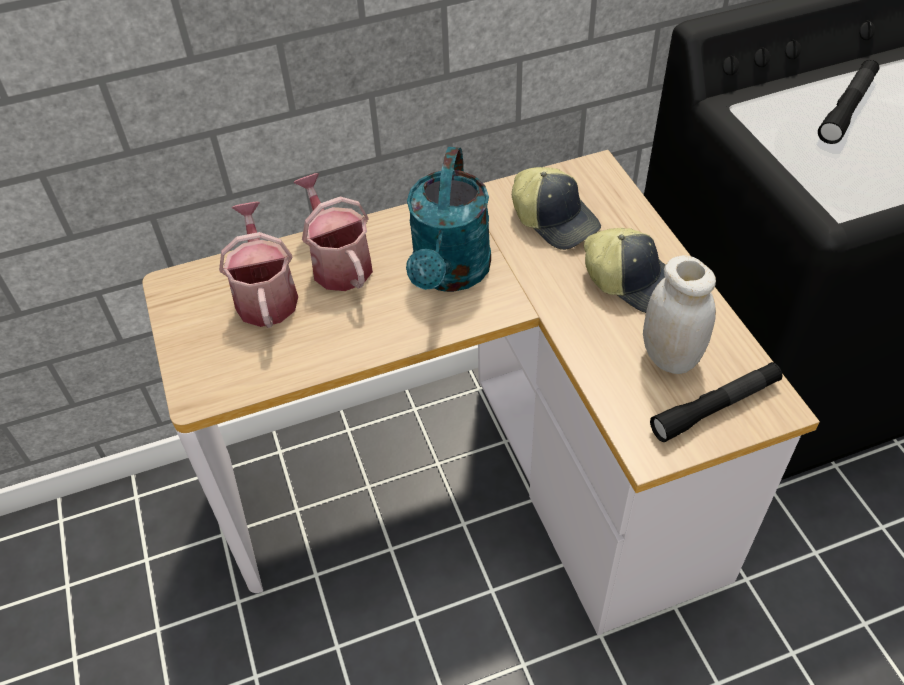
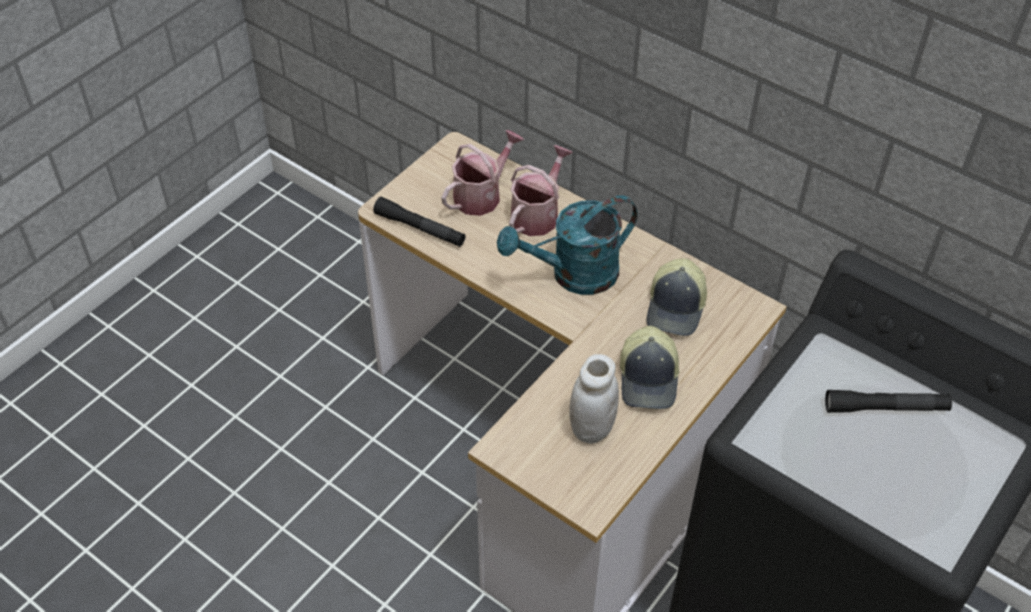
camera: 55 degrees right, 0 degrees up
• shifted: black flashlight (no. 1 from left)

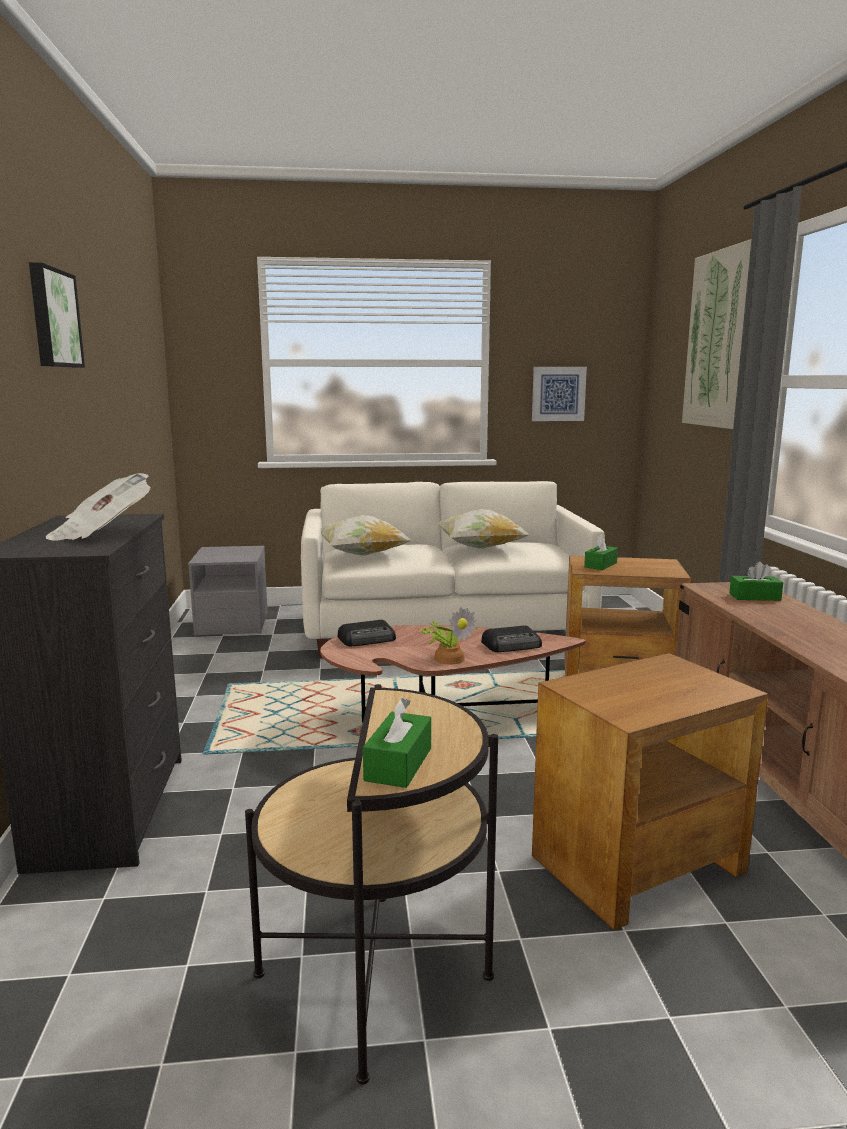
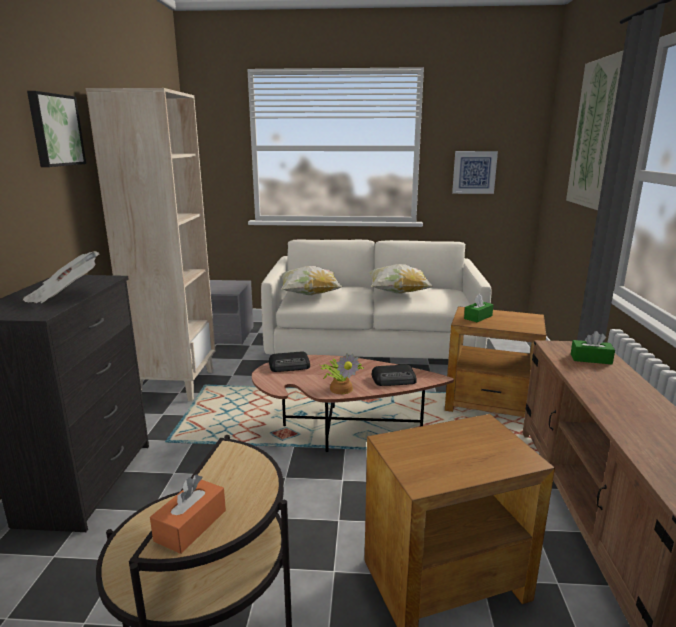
camera: 10 degrees right, 5 degrees up
• repainted: green tissue box (no. 1 from left) to orange tissue box
• new: beige bookcase

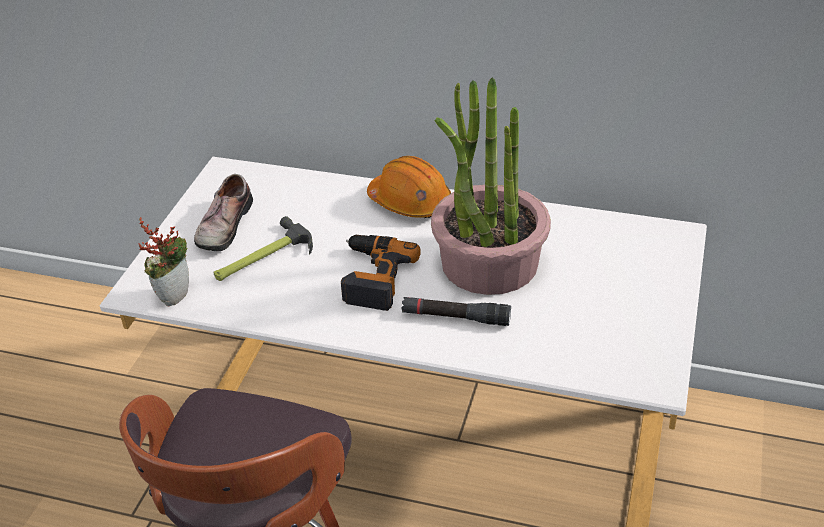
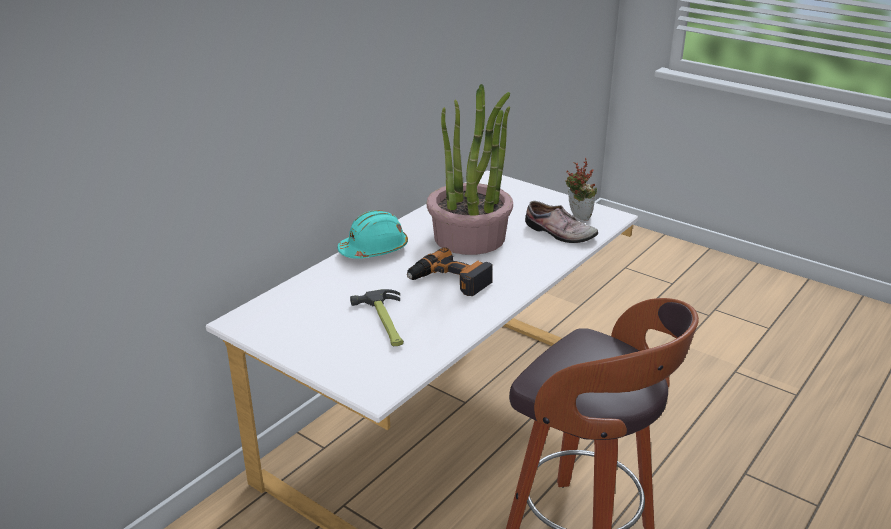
camera: 70 degrees left, 10 degrees down
• repainted: orange hard hat to turquoise hard hat
• shifted: shoe
• shifted: potted plant (no. 1 from left in the first image) to potted plant (no. 2 from left)
• gone: black flashlight

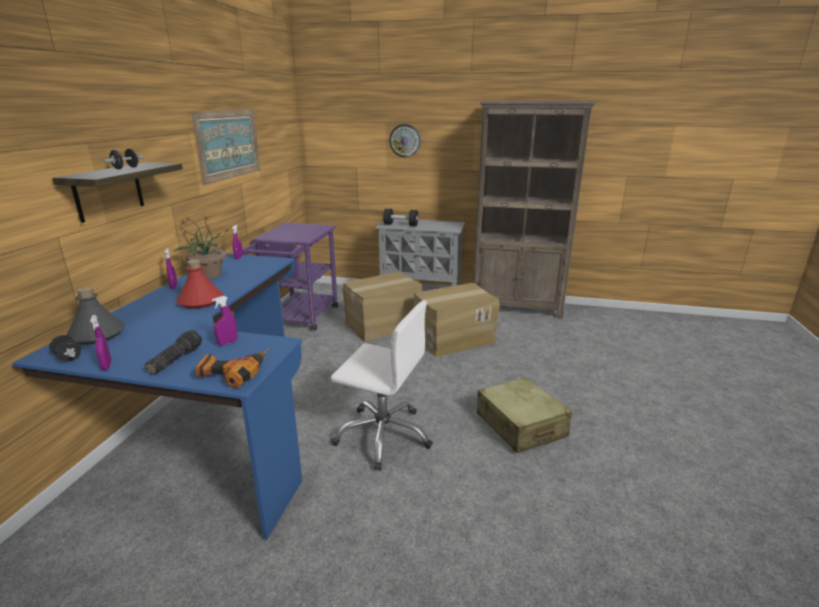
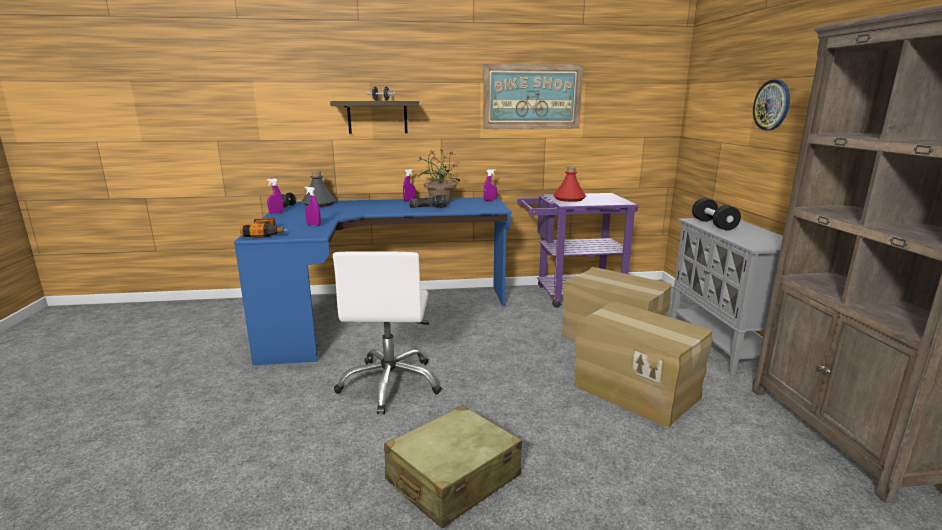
camera: 70 degrees right, 5 degrees down
• shifted: red bottle
• shifted: flashlight

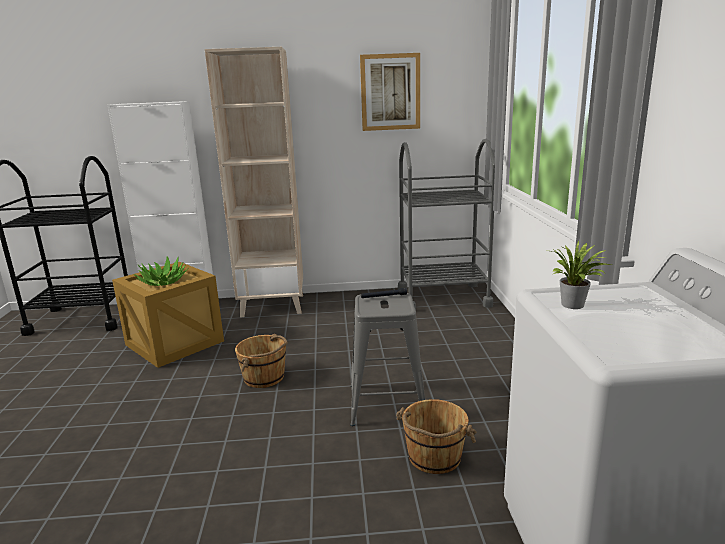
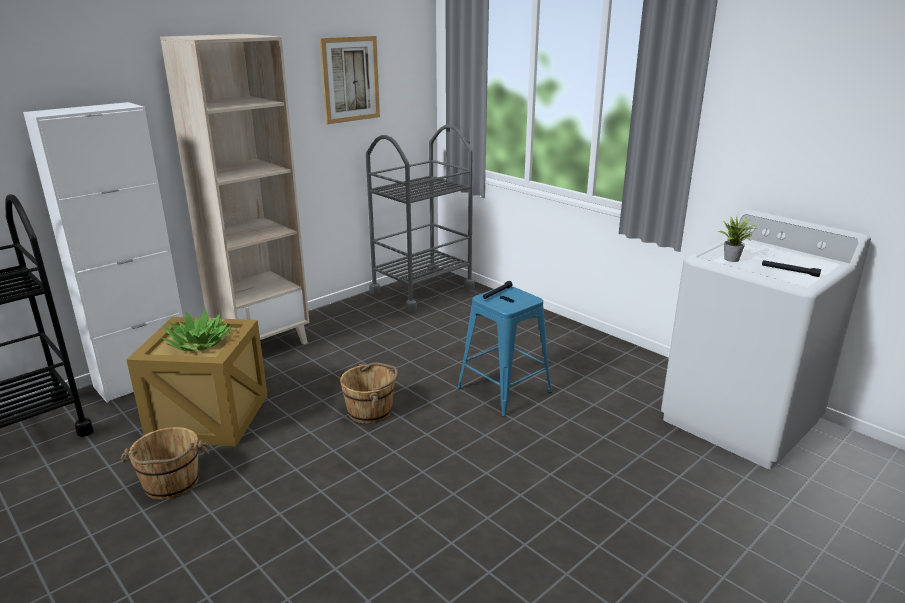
camera: 40 degrees left, 5 degrees up
• repainted: grey stool to blue stool
• shifted: brown bucket (no. 2 from left in the first image) to brown bucket (no. 1 from left)
• new: black flashlight (no. 2 from left)

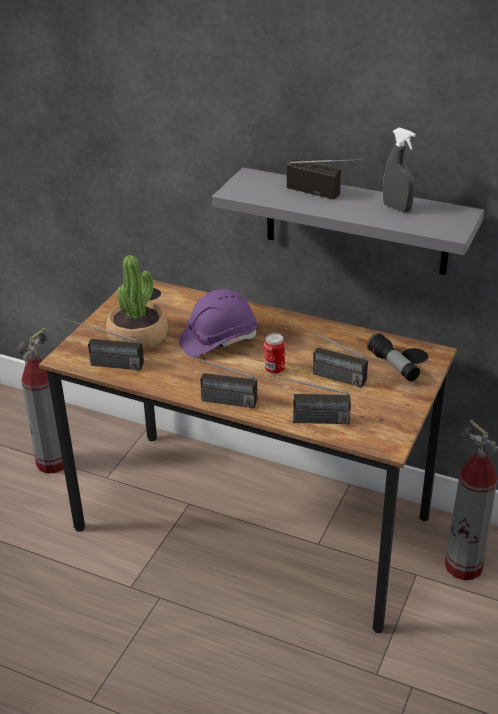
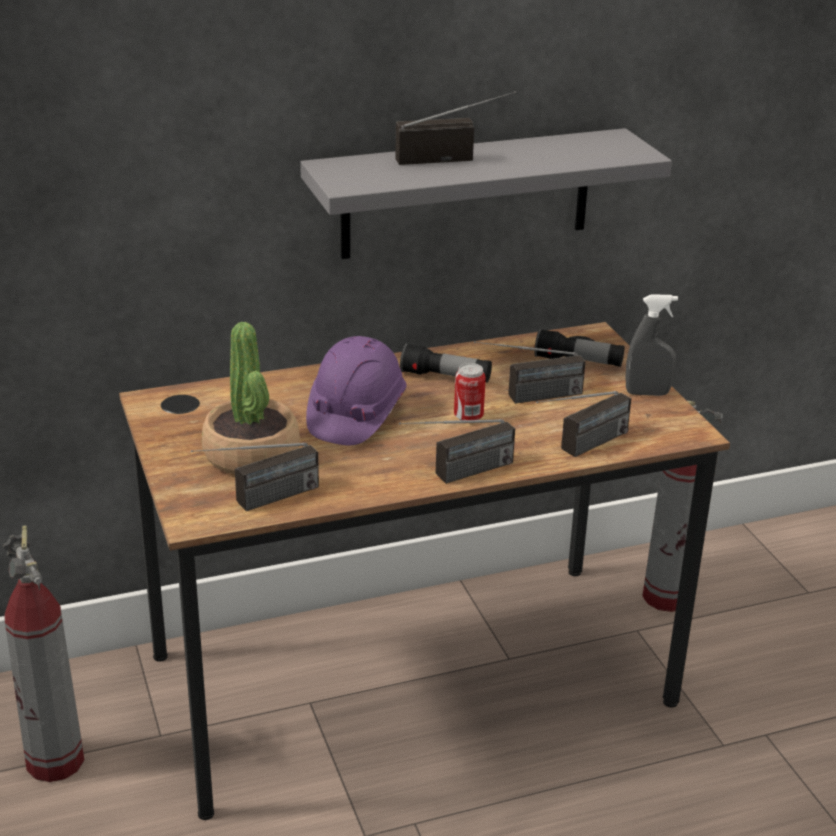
camera: 45 degrees left, 5 degrees down
• shifted: grey spray bottle
• new: flashlight (no. 1 from left)

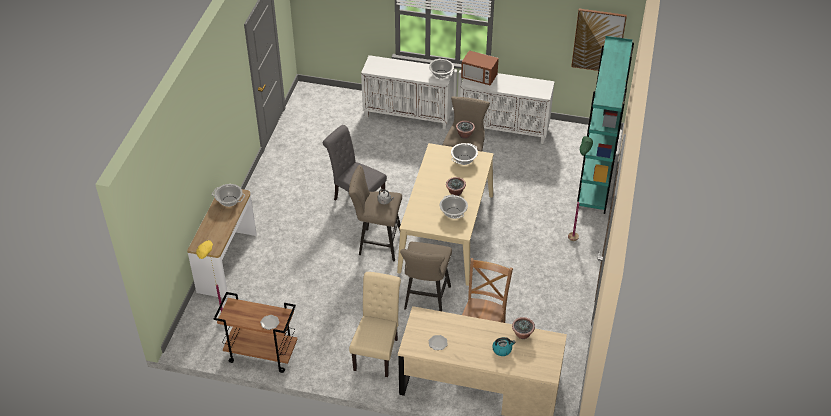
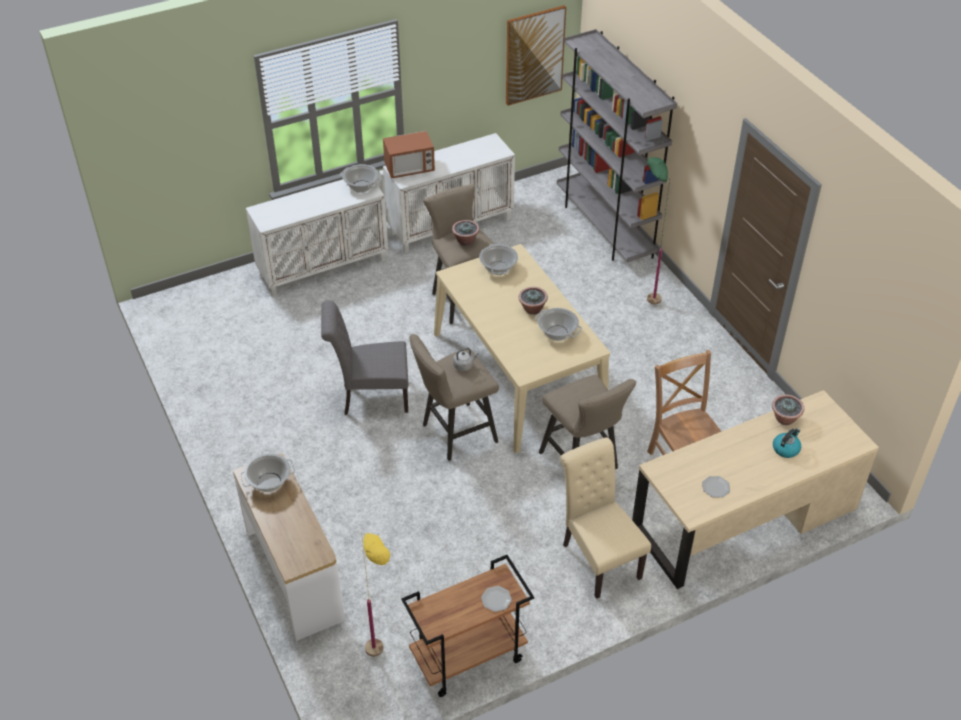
camera: 40 degrees left, 0 degrees up
• repainted: turquoise bookcase to grey bookcase

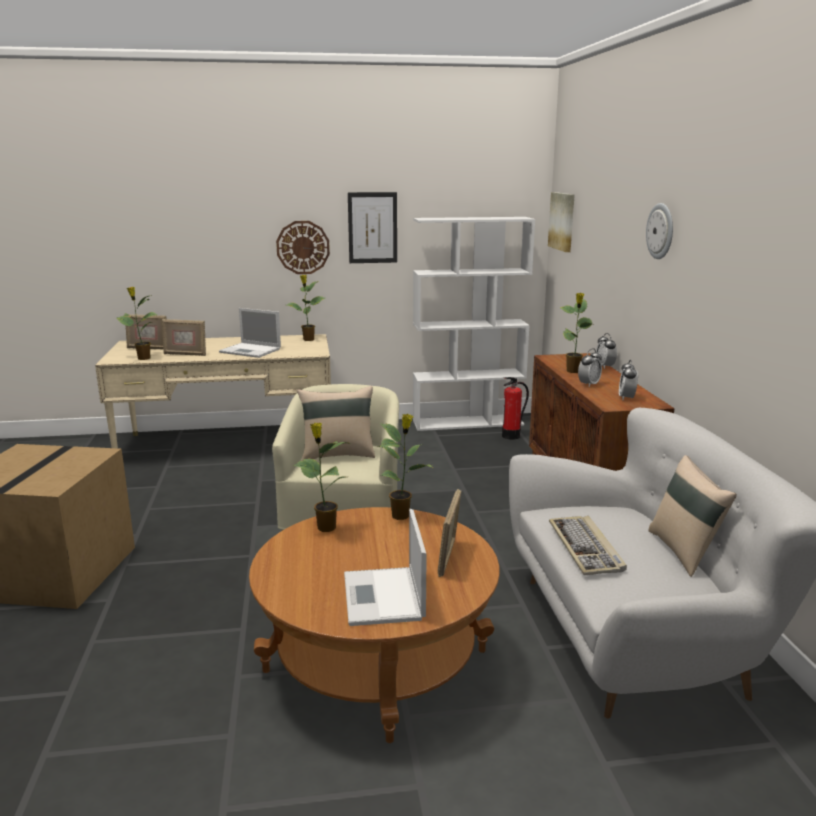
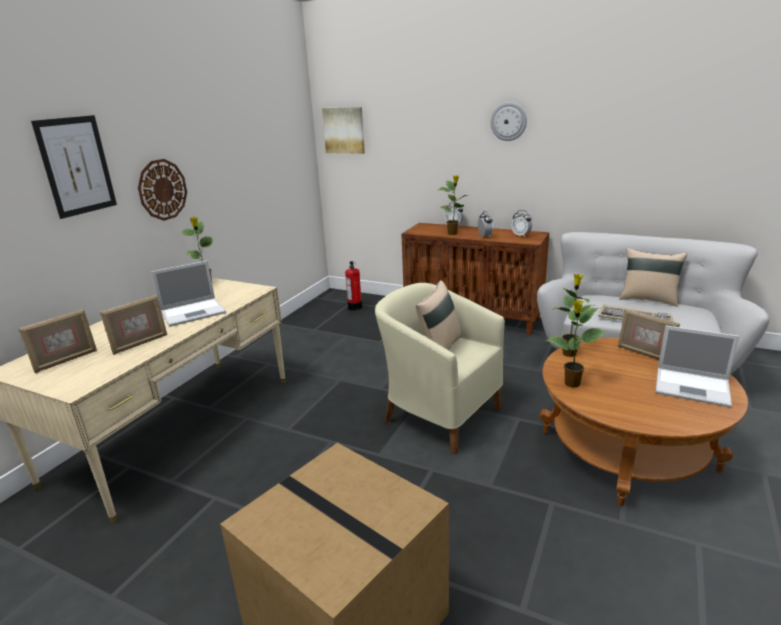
camera: 55 degrees left, 5 degrees up
• shifted: picture (no. 1 from left)
• gone: white bookcase
• gone: potted plant (no. 1 from left)

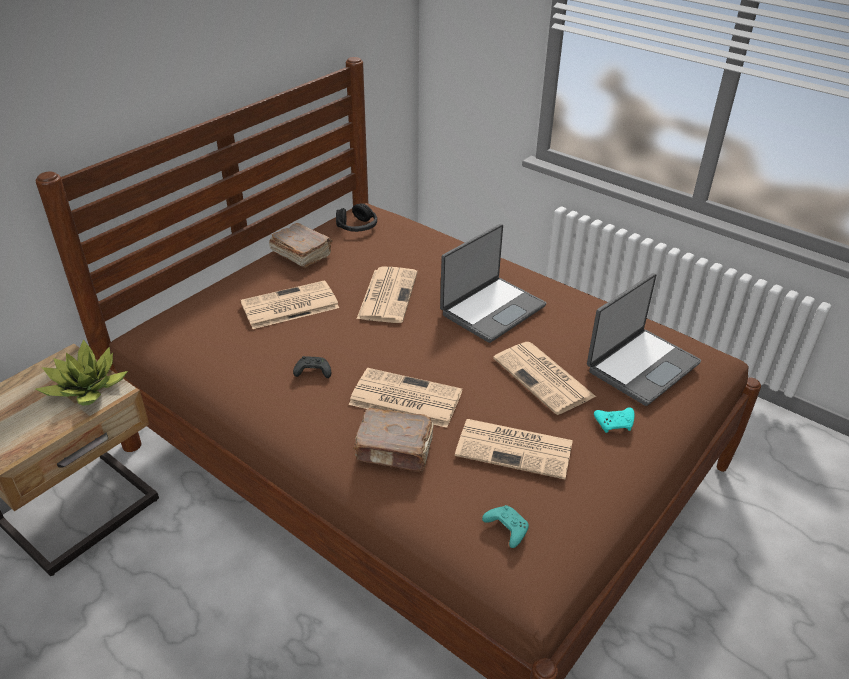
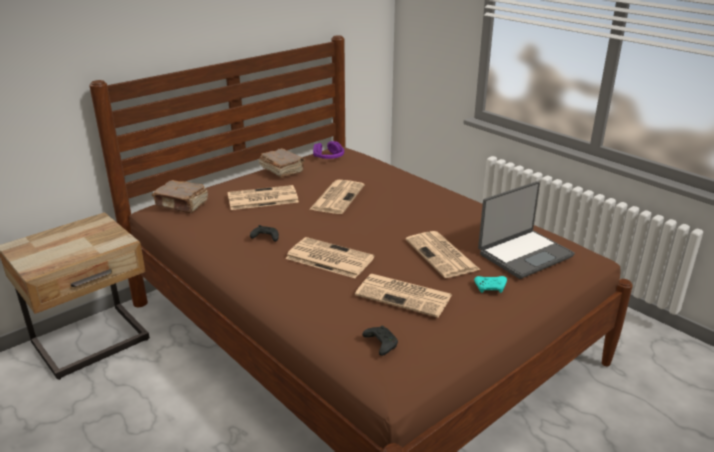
camera: 10 degrees right, 10 degrees down
• repainted: black headphones to purple headphones
• gone: laptop (no. 1 from left)
• gone: potted plant
• shifted: brown book (no. 2 from left in the first image) to brown book (no. 1 from left)
• repainted: turquoise game controller (no. 1 from left) to black game controller (no. 2 from left)

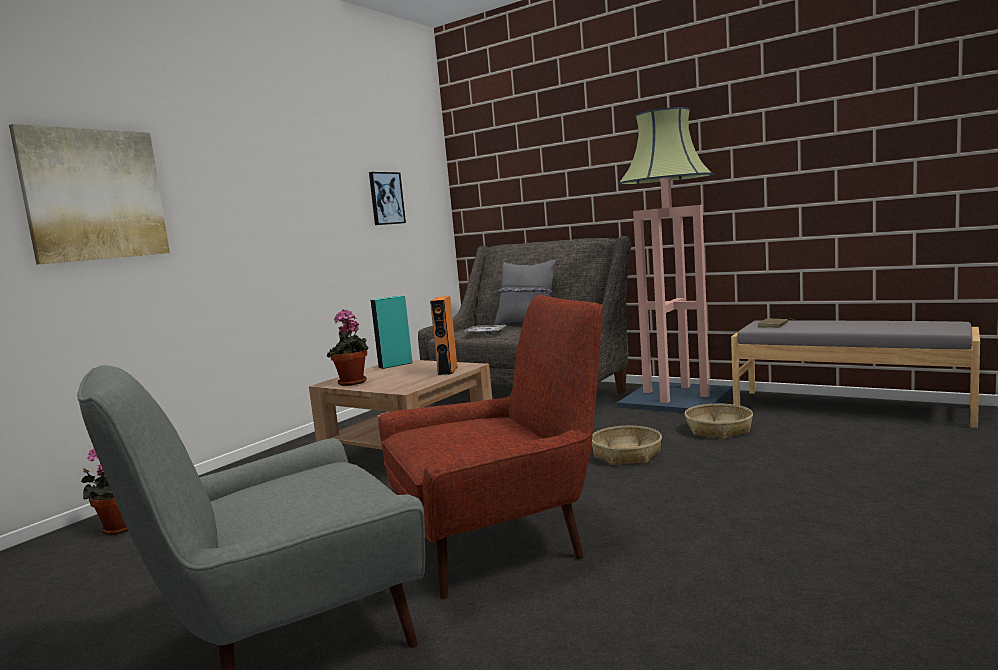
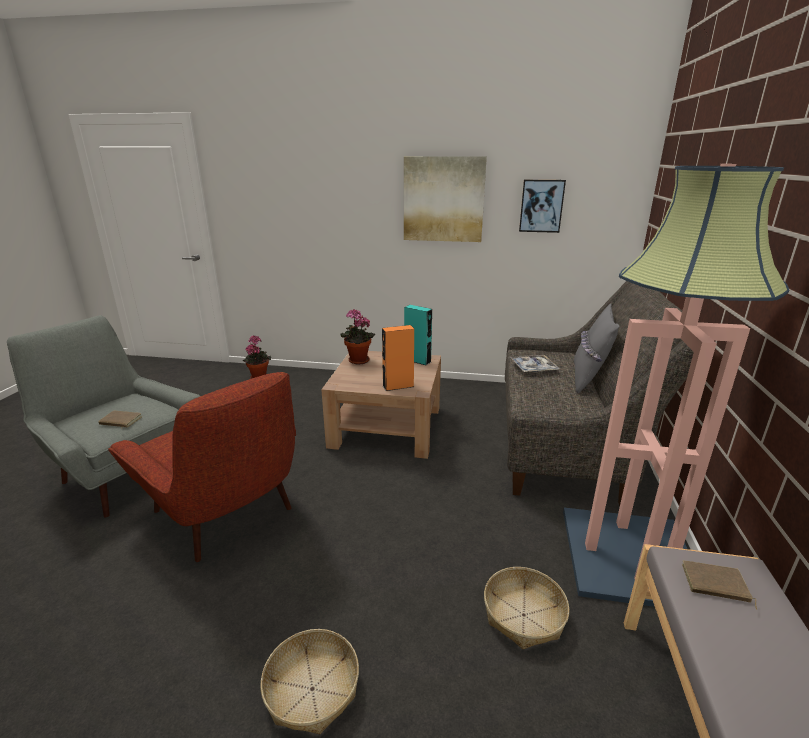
camera: 65 degrees right, 15 degrees up
• shifted: picture (no. 1 from left)
• shifted: basket (no. 1 from left)
• new: brown book (no. 1 from left)

